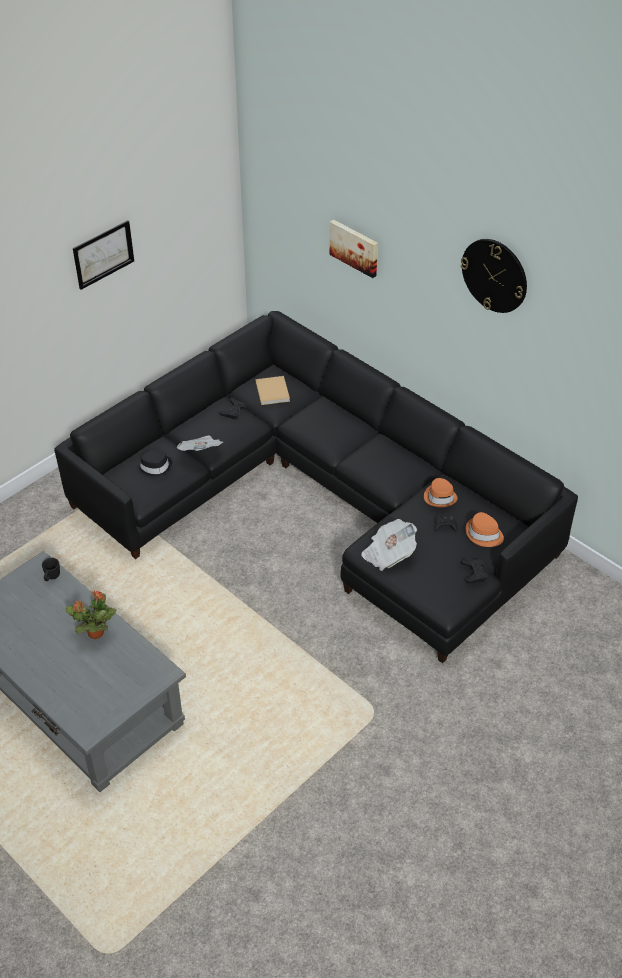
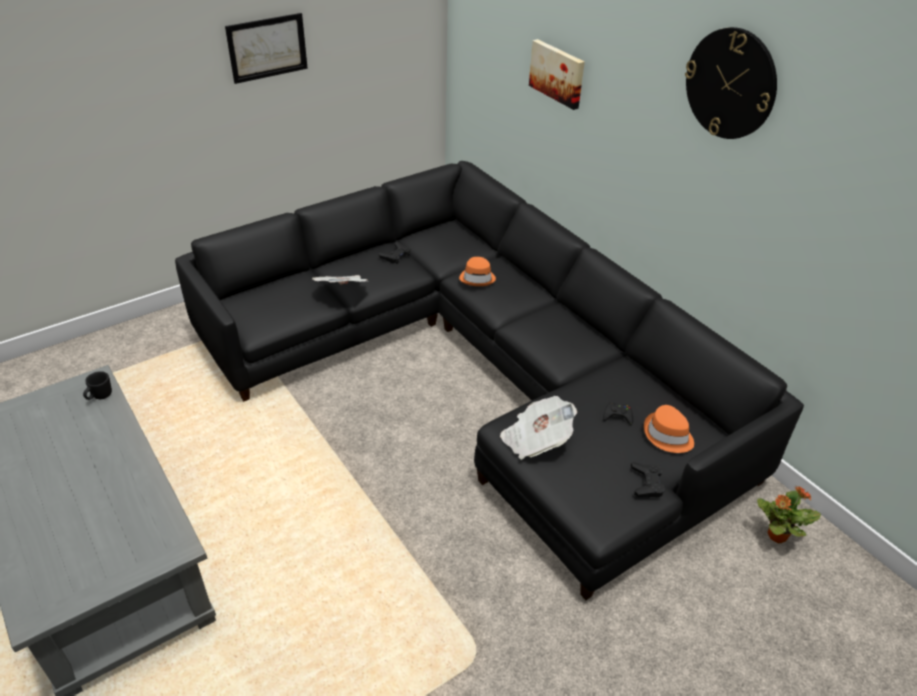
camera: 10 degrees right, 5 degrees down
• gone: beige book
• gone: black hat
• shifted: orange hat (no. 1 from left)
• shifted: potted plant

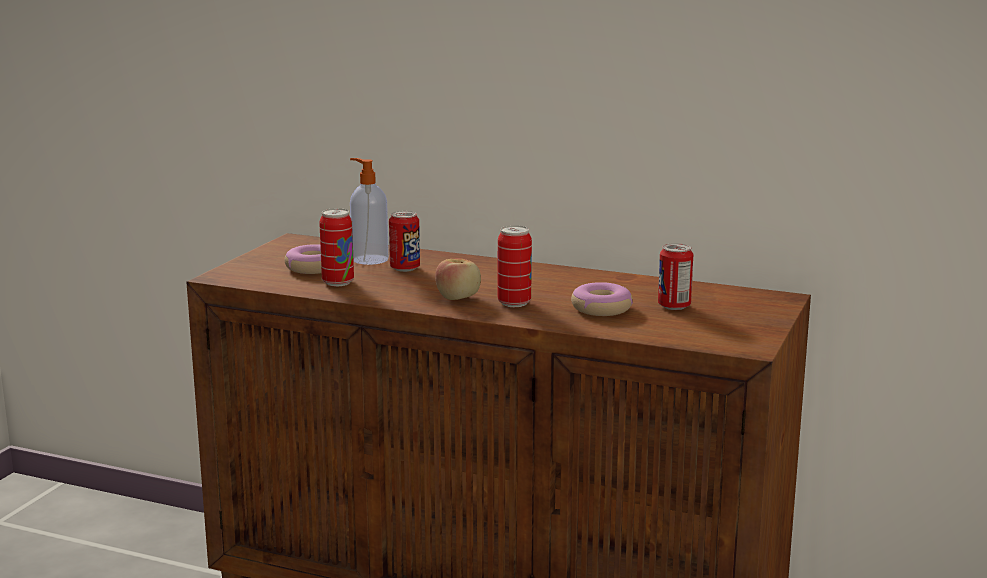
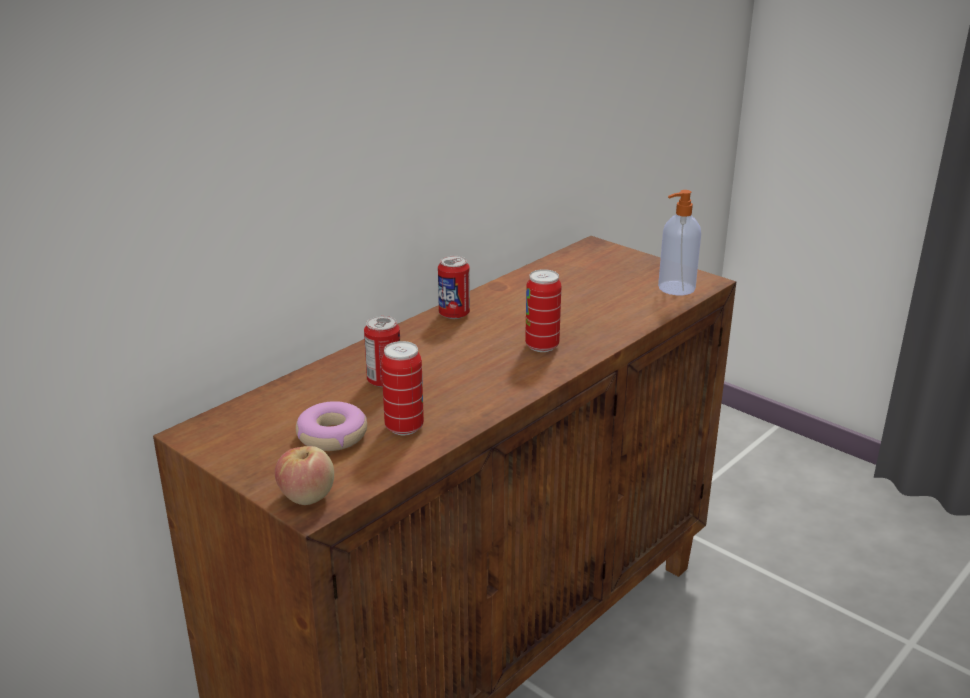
camera: 70 degrees left, 10 degrees up
• shifted: soap dispenser
• shifted: can (no. 4 from left in the first image) to can (no. 3 from left)
• shifted: apple
• gone: donut (no. 2 from left)

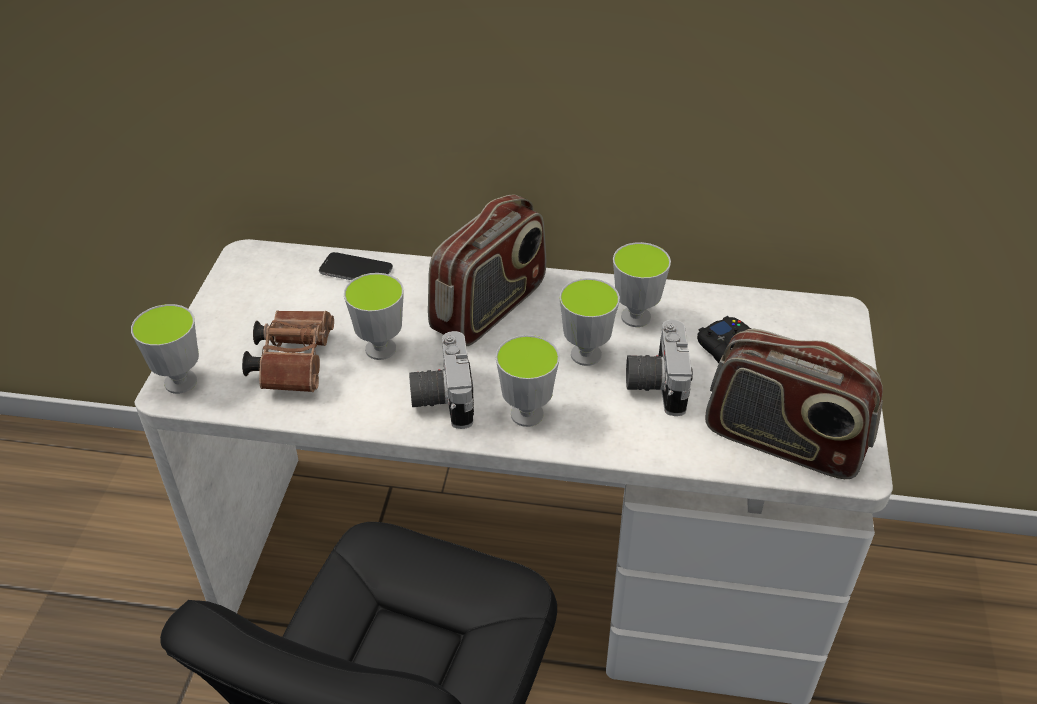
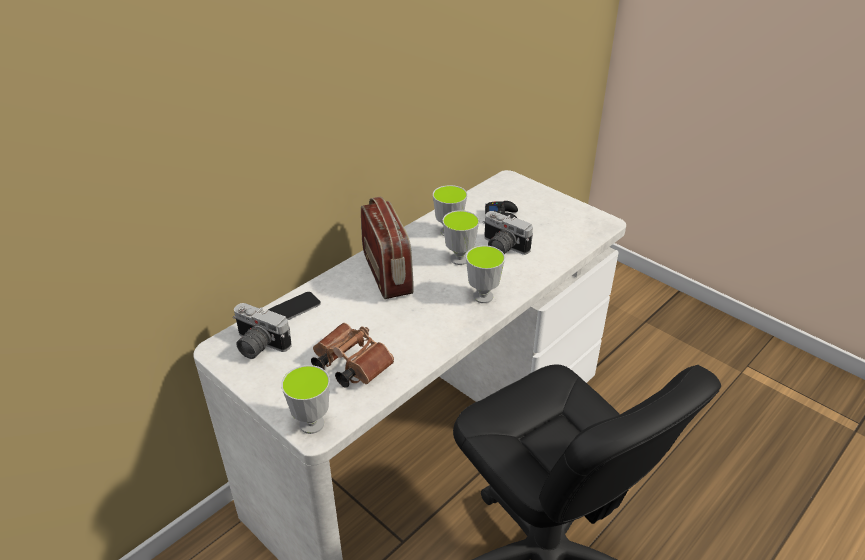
camera: 55 degrees left, 5 degrees down
• gone: cup (no. 2 from left)
• gone: radio (no. 2 from left)
• shifted: photo camera (no. 1 from left)

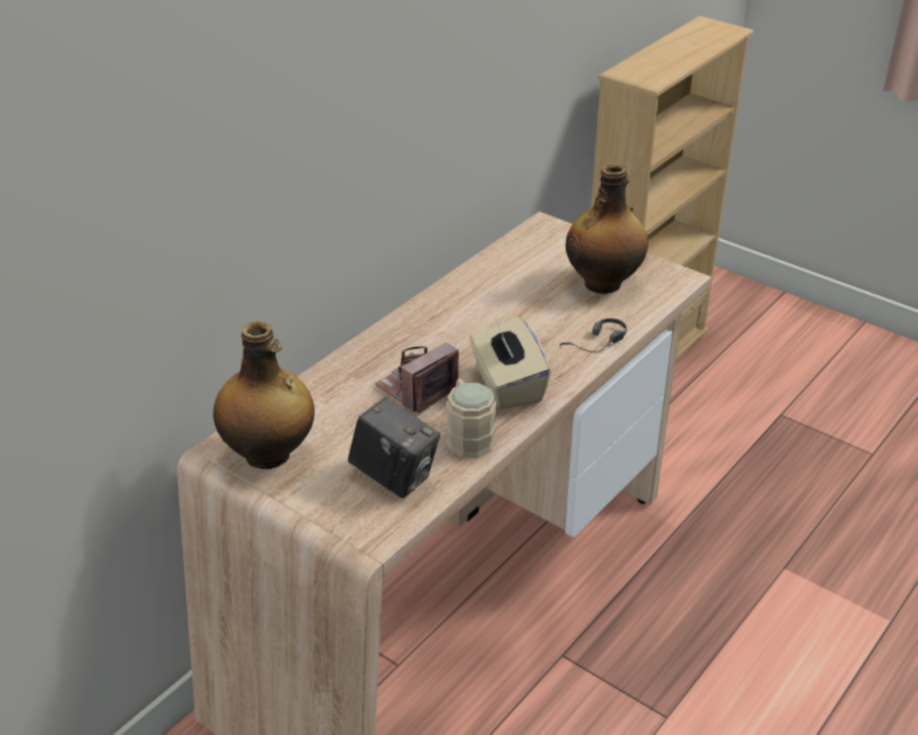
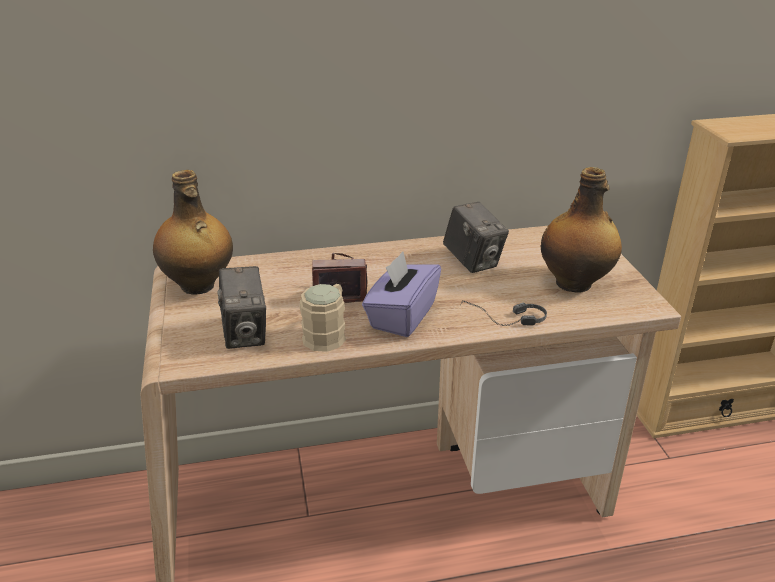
camera: 40 degrees right, 5 degrees down
• repainted: beige tissue box to purple tissue box
• new: photo camera (no. 3 from left)

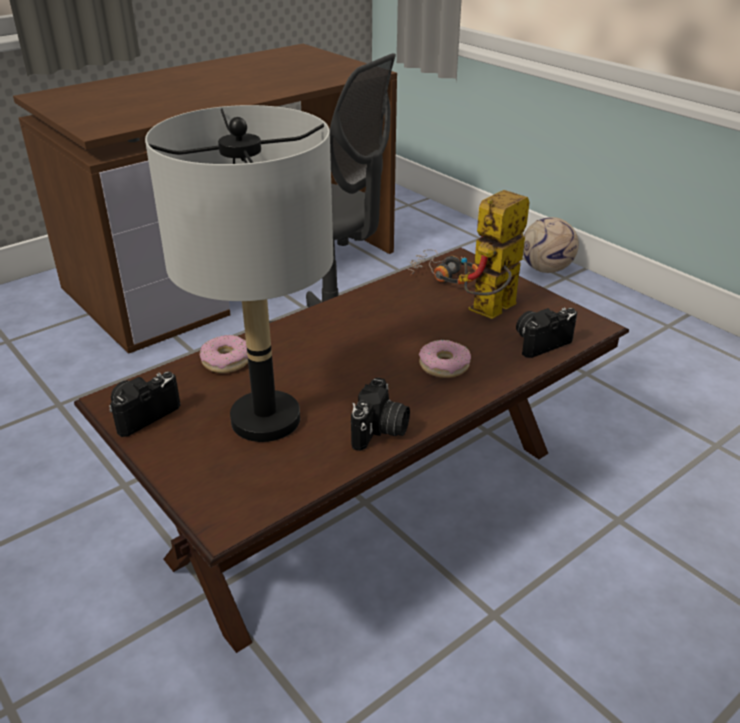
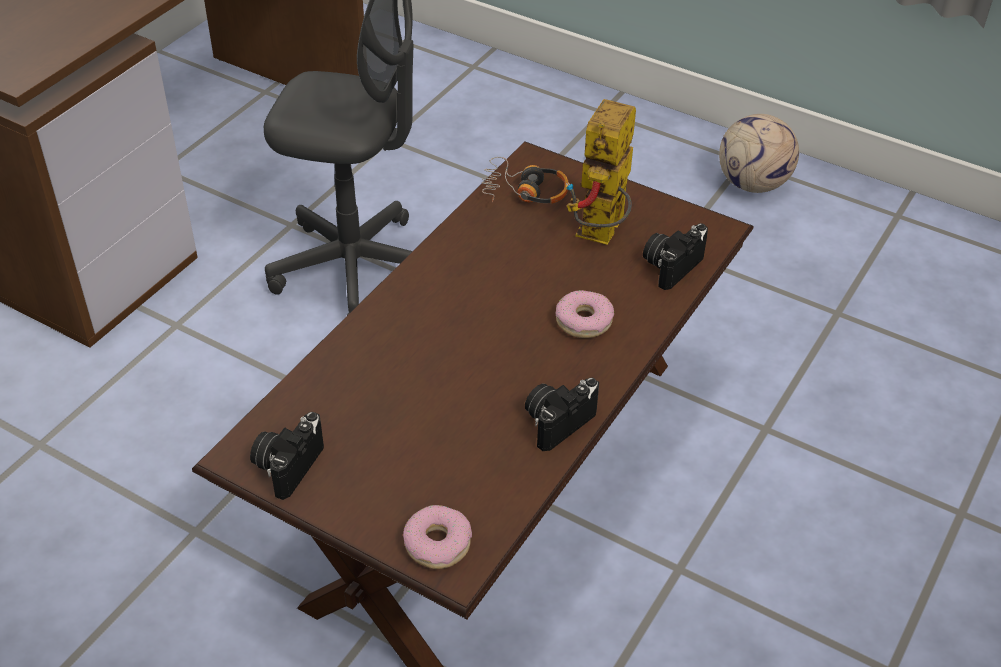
camera: 20 degrees left, 10 degrees up
• gone: grey table lamp
• shifted: football
• shifted: donut (no. 1 from left)
• rotated: photo camera (no. 2 from left) 135 degrees counterclockwise

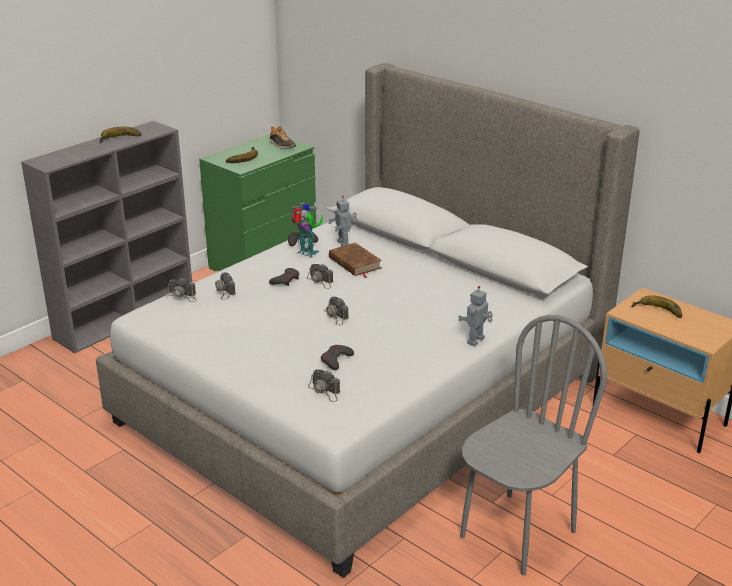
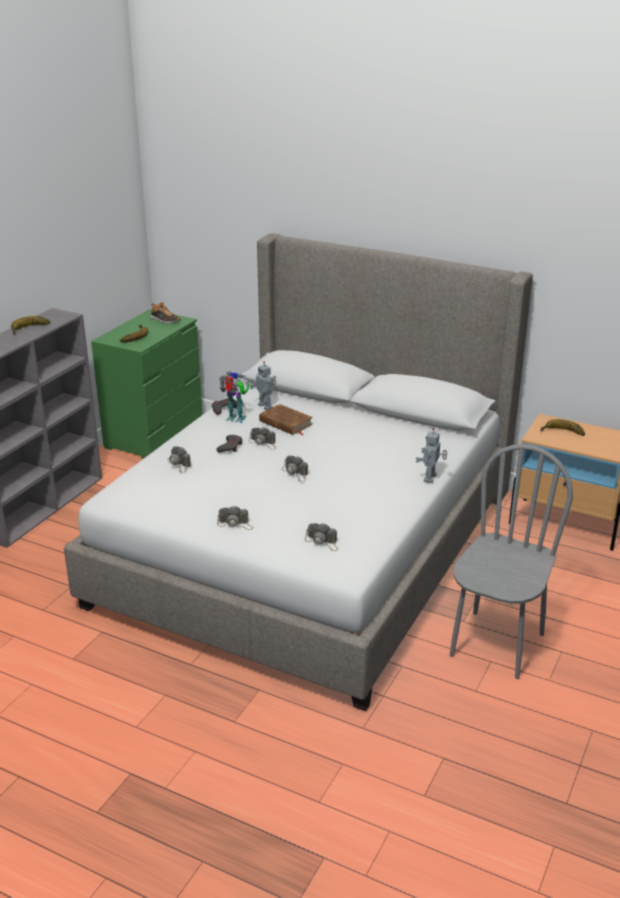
camera: 15 degrees left, 0 degrees up
• shifted: photo camera (no. 1 from left in the first image) to photo camera (no. 2 from left)
• gone: grey game controller (no. 3 from left)

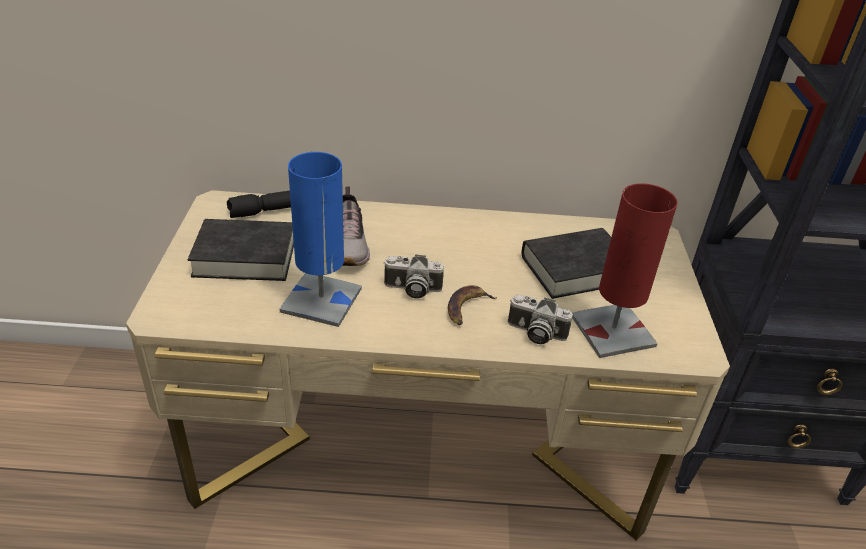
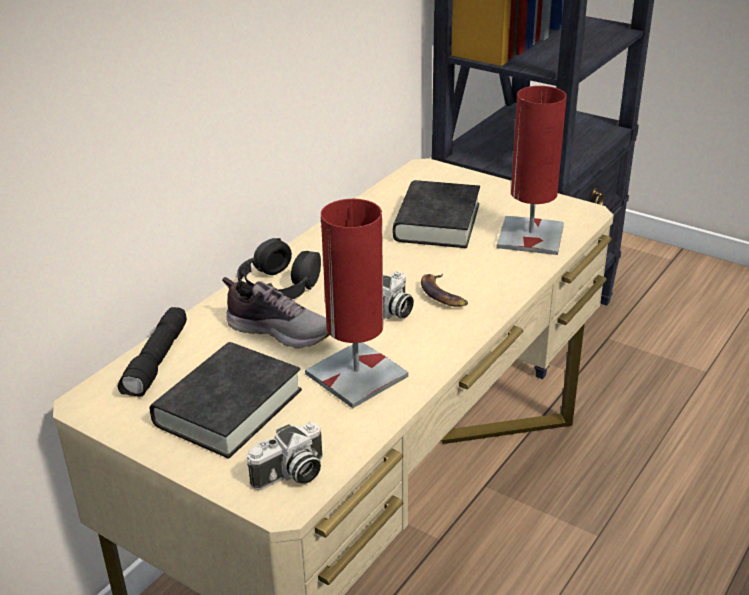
camera: 55 degrees left, 5 degrees down
• repainted: blue table lamp to red table lamp (no. 1 from left)
• shifted: photo camera (no. 2 from left in the first image) to photo camera (no. 1 from left)
• new: black headphones

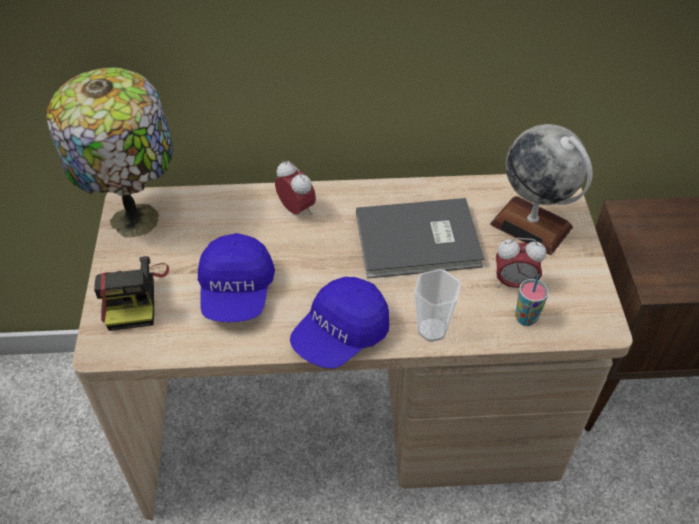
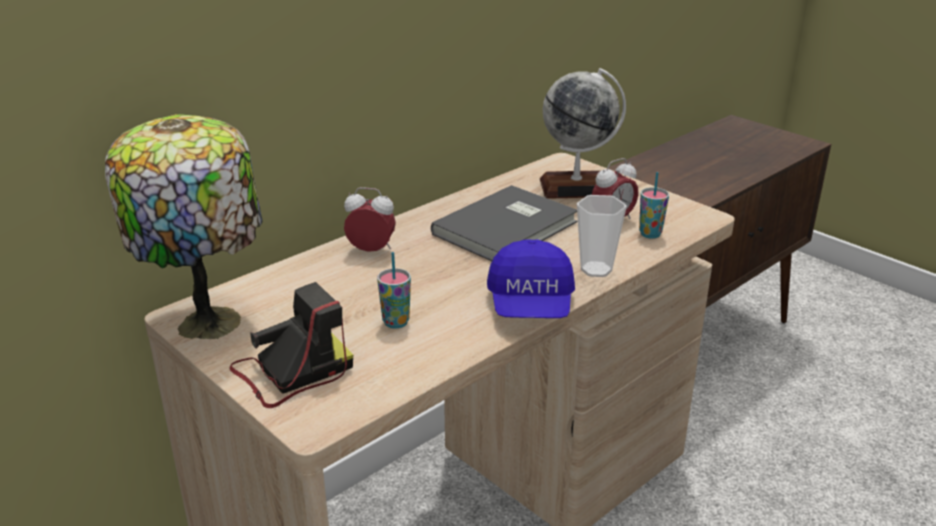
camera: 40 degrees left, 20 degrees down
• swapped: blue cap (no. 1 from left) to cup (no. 1 from left)
• rotated: photo camera 75 degrees counterclockwise

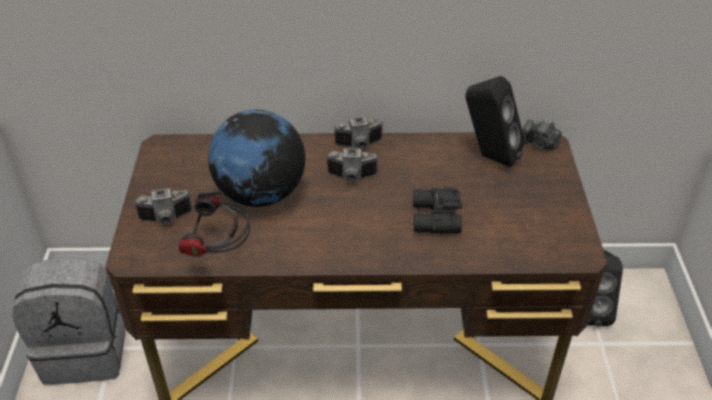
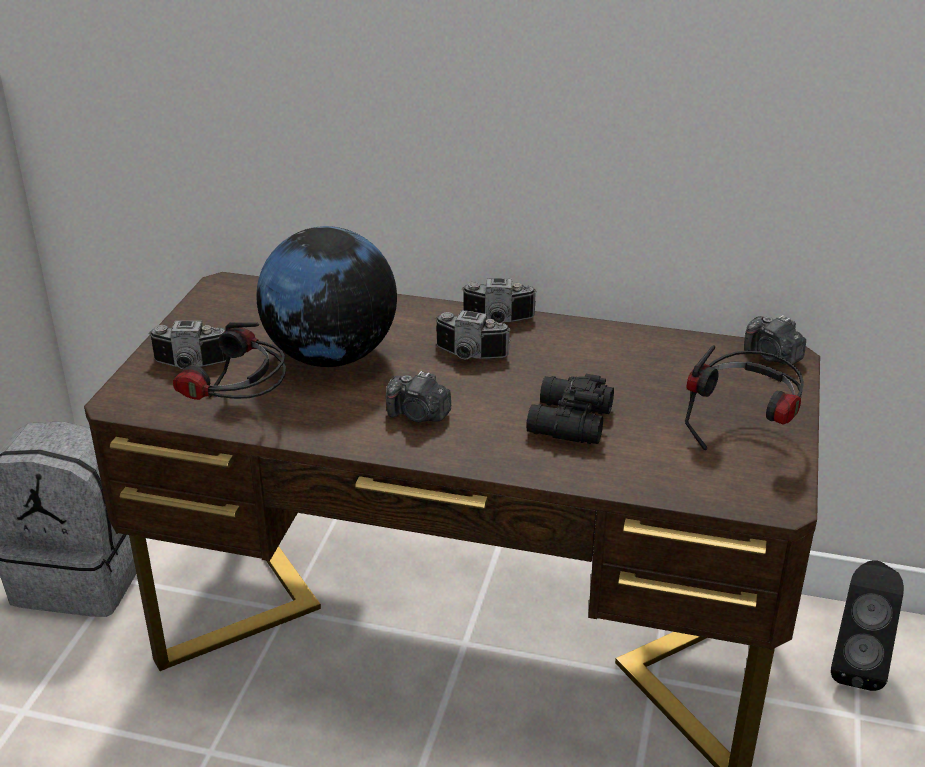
camera: 15 degrees right, 10 degrees down
• gone: black speaker (no. 1 from left)
• new: headphones (no. 2 from left)
• new: photo camera (no. 2 from left)

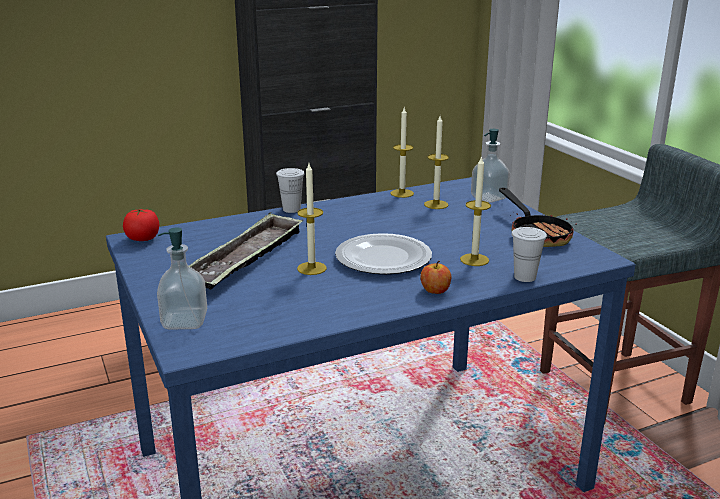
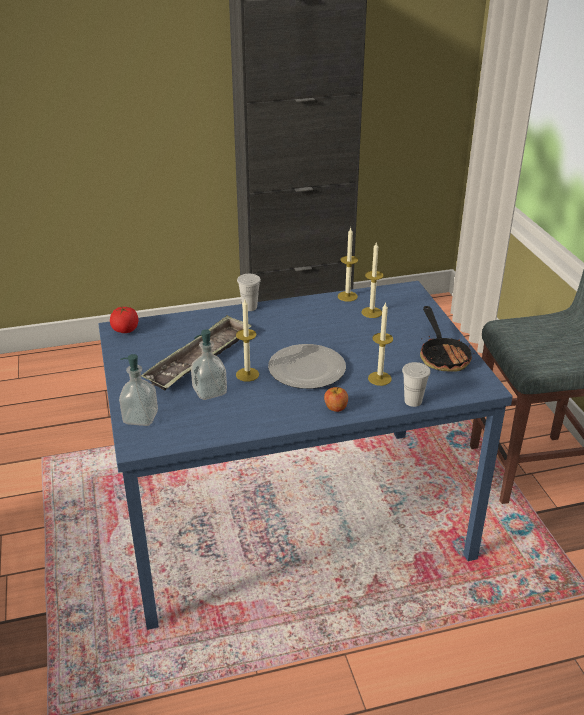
camera: 10 degrees right, 10 degrees up
• shifted: soap dispenser (no. 2 from left)

